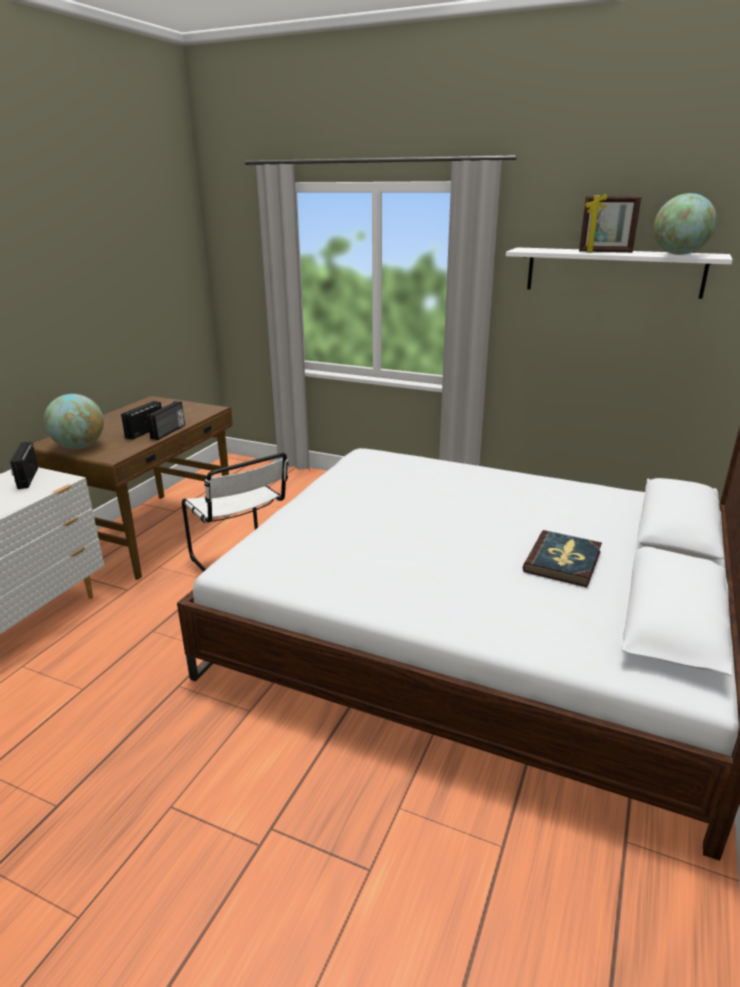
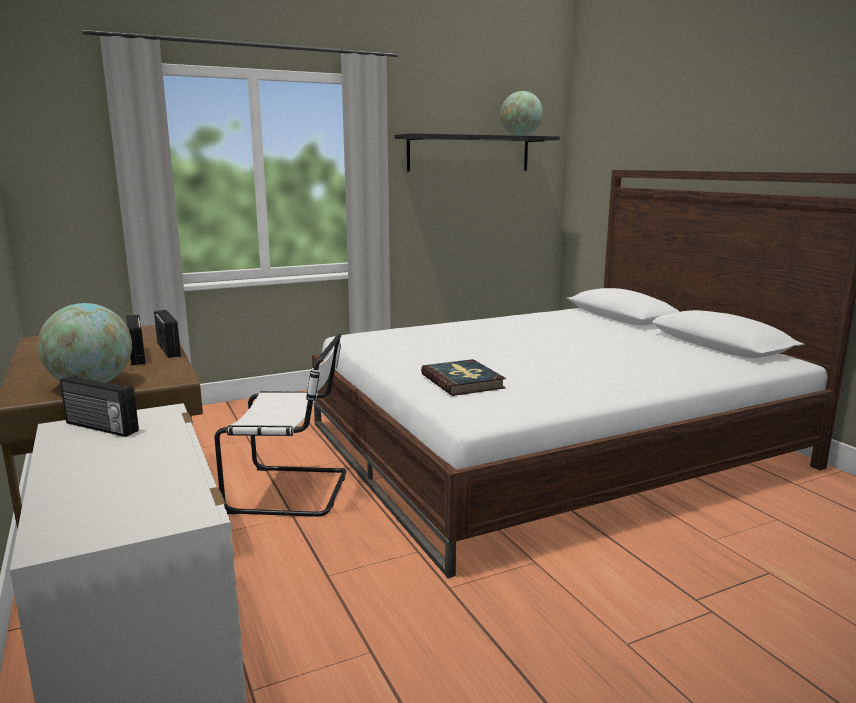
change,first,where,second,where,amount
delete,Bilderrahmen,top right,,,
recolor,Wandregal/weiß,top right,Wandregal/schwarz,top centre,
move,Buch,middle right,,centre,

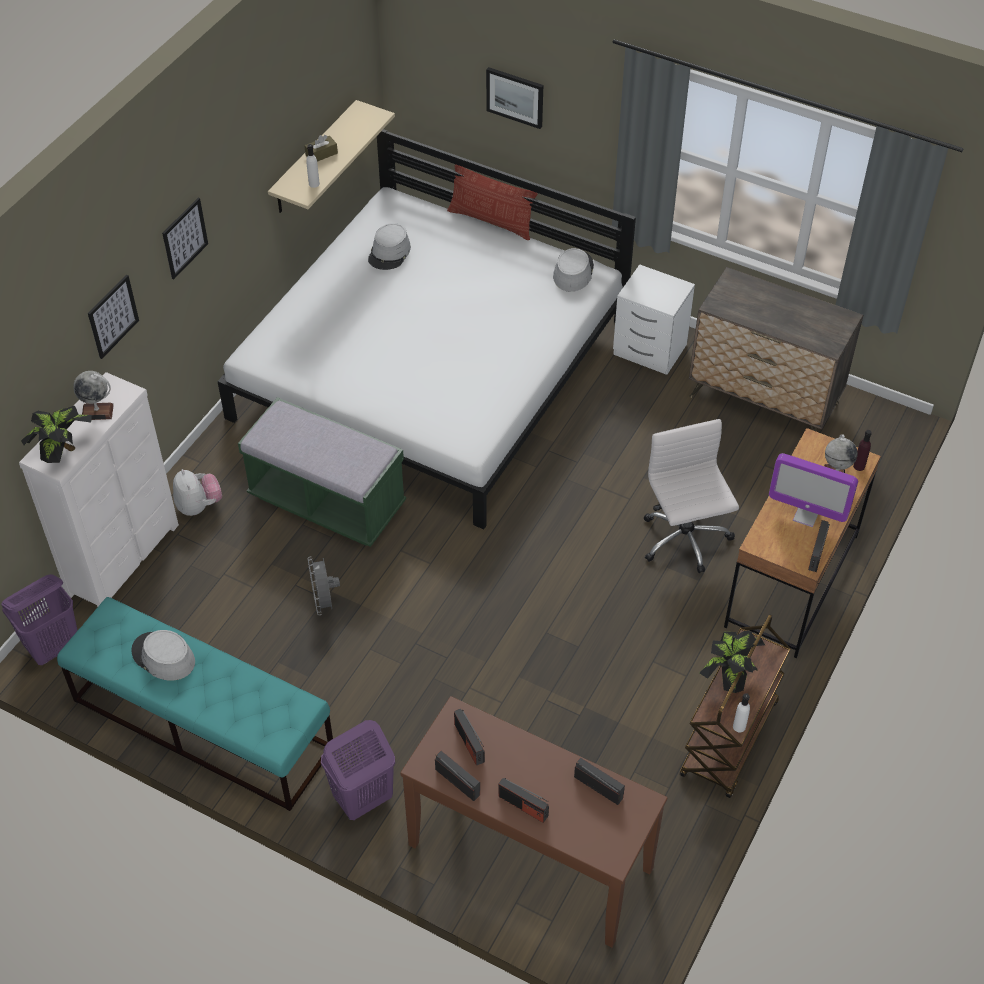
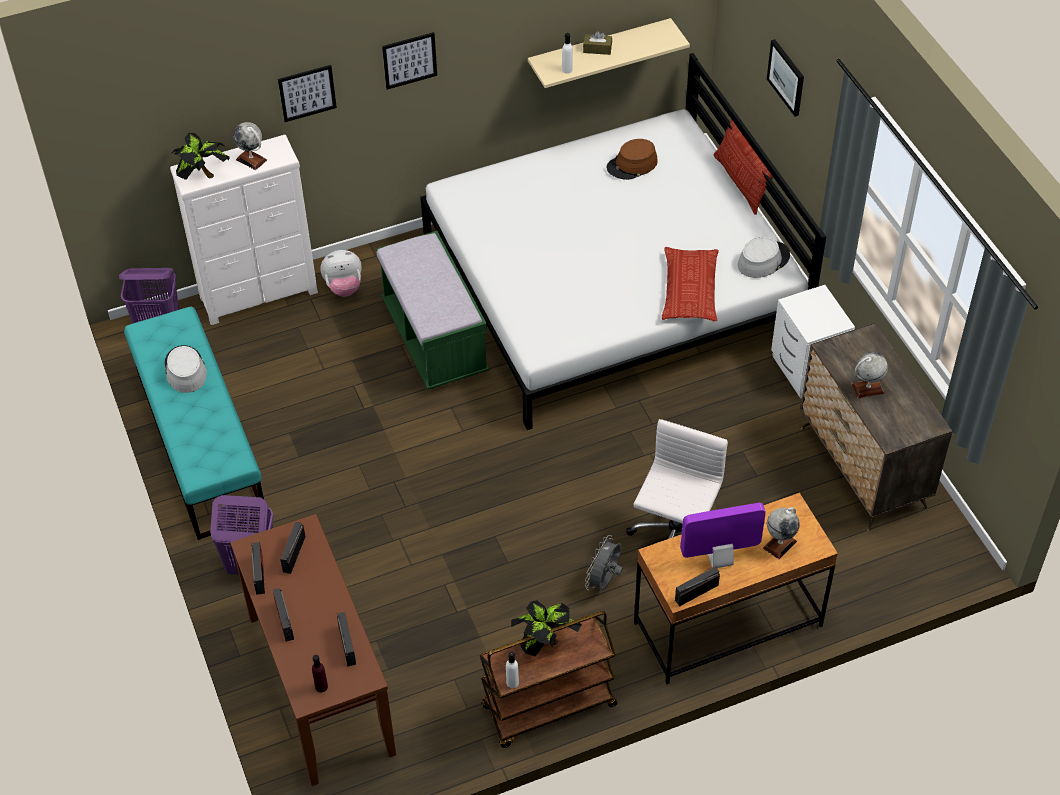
change,first,where,second,where,amount
recolor,Hut/grau (2nd from left),top centre,Hut/braun,top centre,
move,Flasche/lila,middle right,,bottom left,
rotate,Monitor,middle right,,bottom right,105 degrees clockwise
rotate,Plüschtier,middle left,,middle left,60 degrees clockwise
move,Ventilator/grau,middle left,,bottom centre,
insert,,,Kissen (1st from left),centre,
insert,,,Globus (3rd from left),middle right,

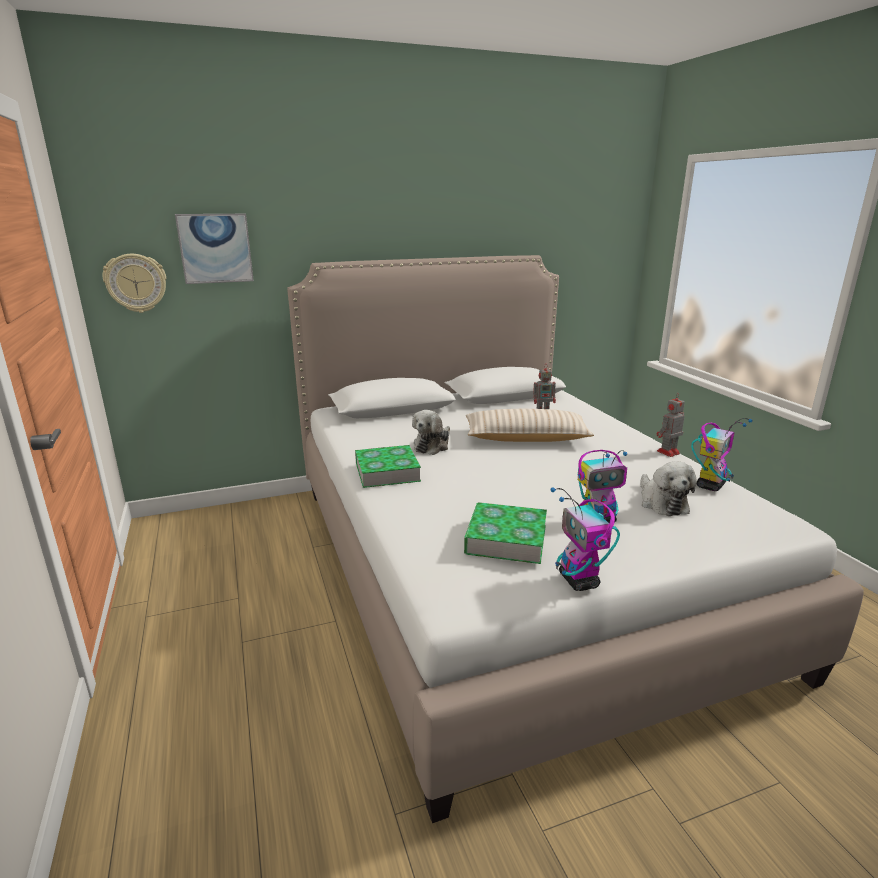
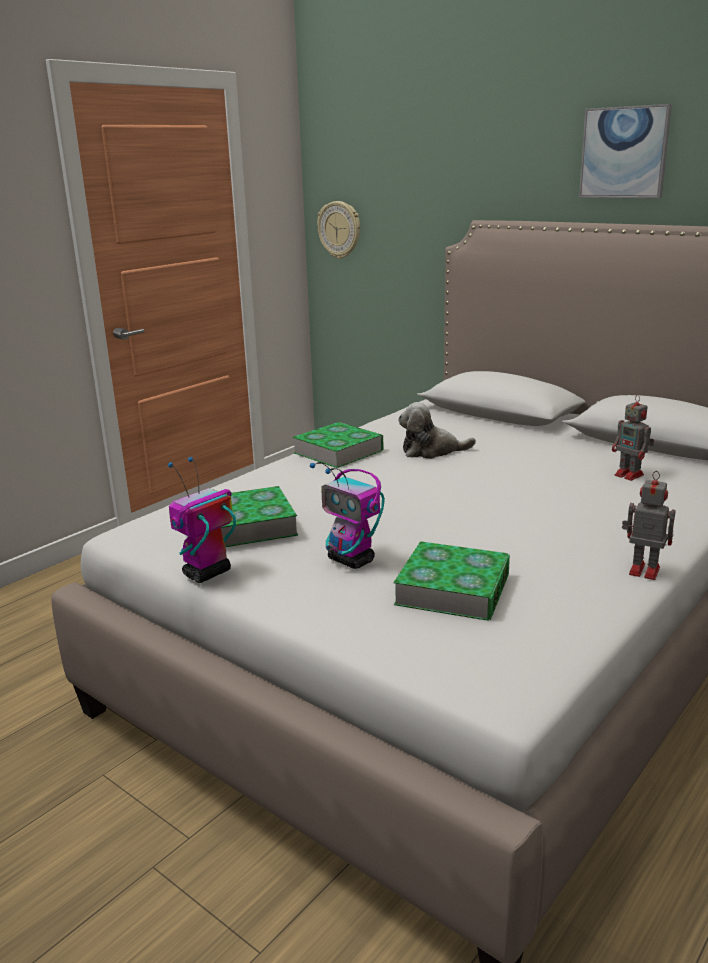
change,first,where,second,where,amount
move,Bild,top left,,top right,
delete,Kissen/beige,centre,,,
delete,Spielzeugroboter (5th from left),middle right,,,
replace,Plüschtier (2nd from left),middle right,Buch (3rd from left),centre,

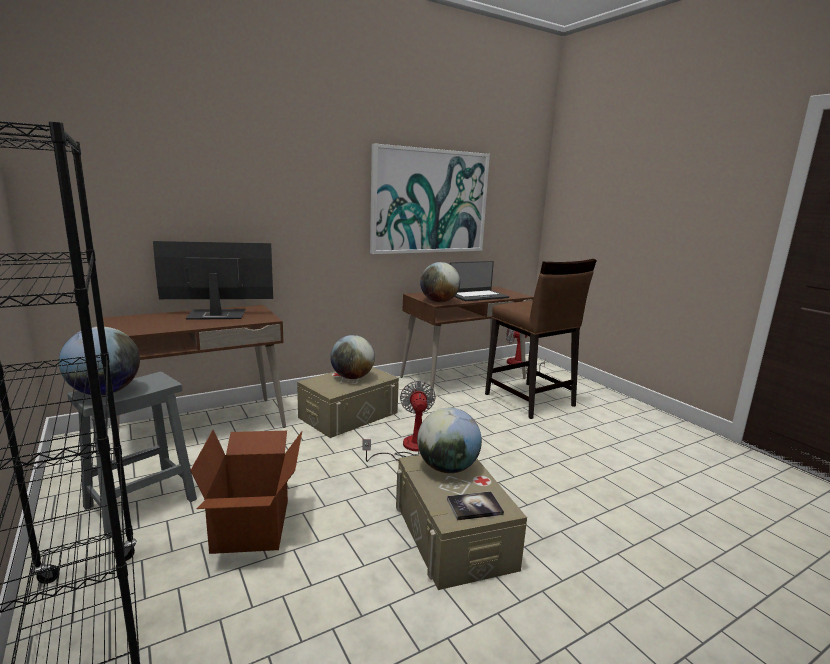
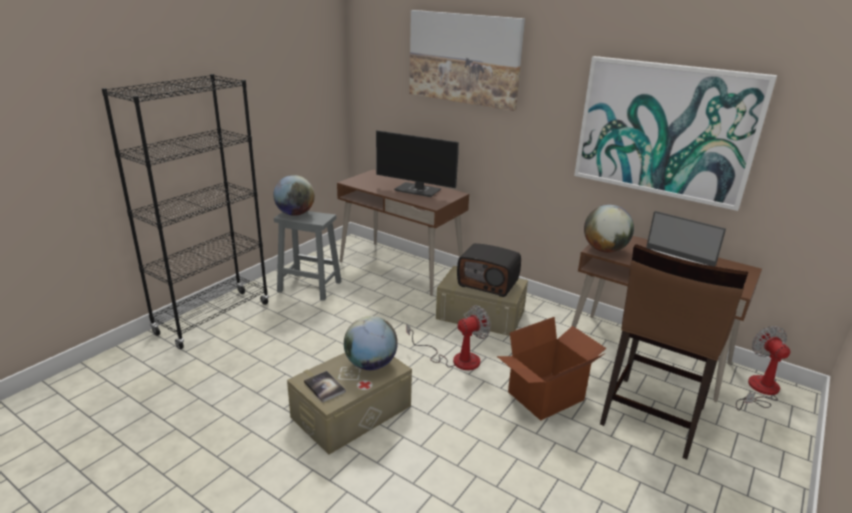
change,first,where,second,where,amount
rotate,Monitor,middle left,,top centre,150 degrees clockwise
replace,Globus (2nd from left),centre,Radio,centre,
move,Karton,bottom left,,bottom centre,
insert,,,Bild (1st from left),top centre,

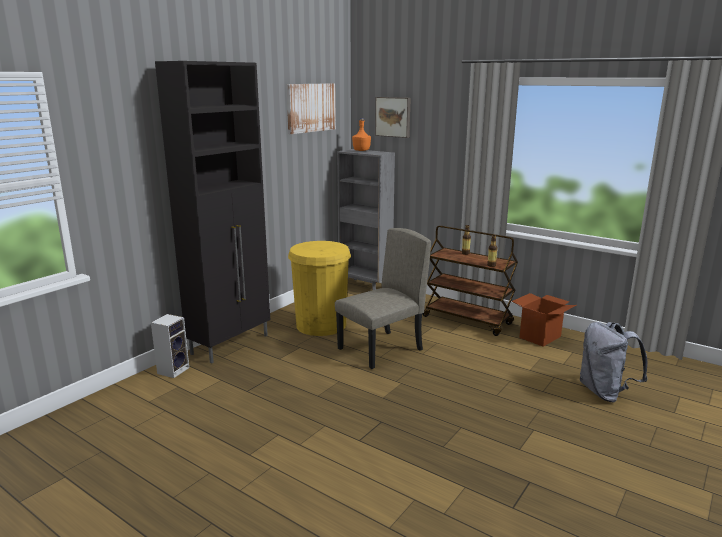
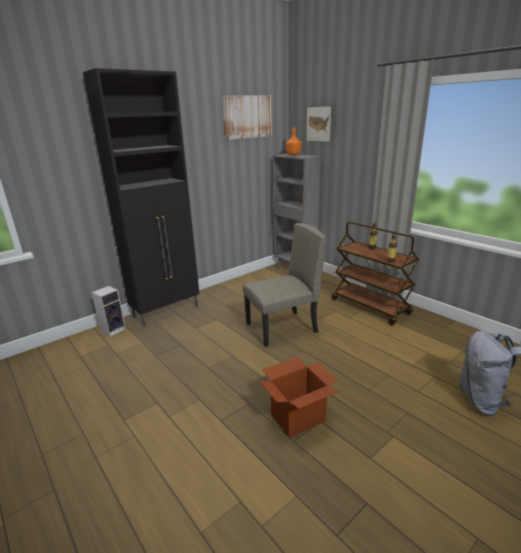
change,first,where,second,where,amount
delete,Mülleimer/gelb,centre,,,
move,Karton,middle right,,bottom centre,

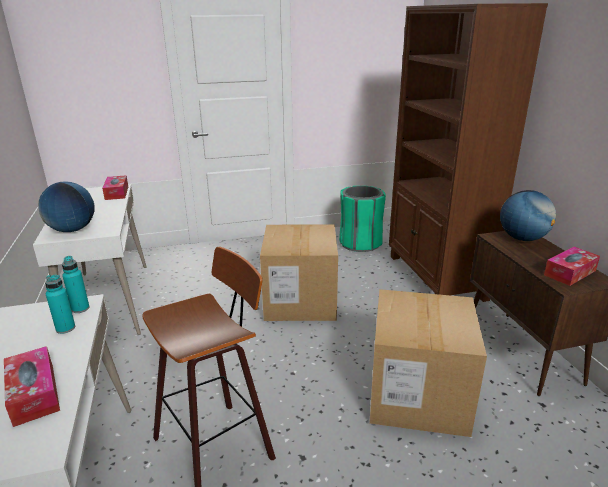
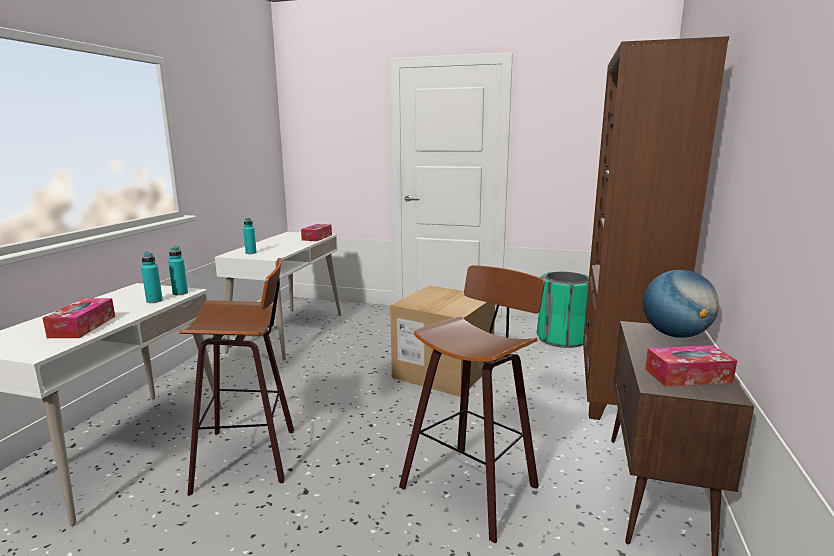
change,first,where,second,where,amount
replace,Globus (1st from left),middle left,Flasche/türkis (3rd from left),middle left,
replace,Karton (2nd from left),bottom right,Hocker (2nd from left),bottom centre,

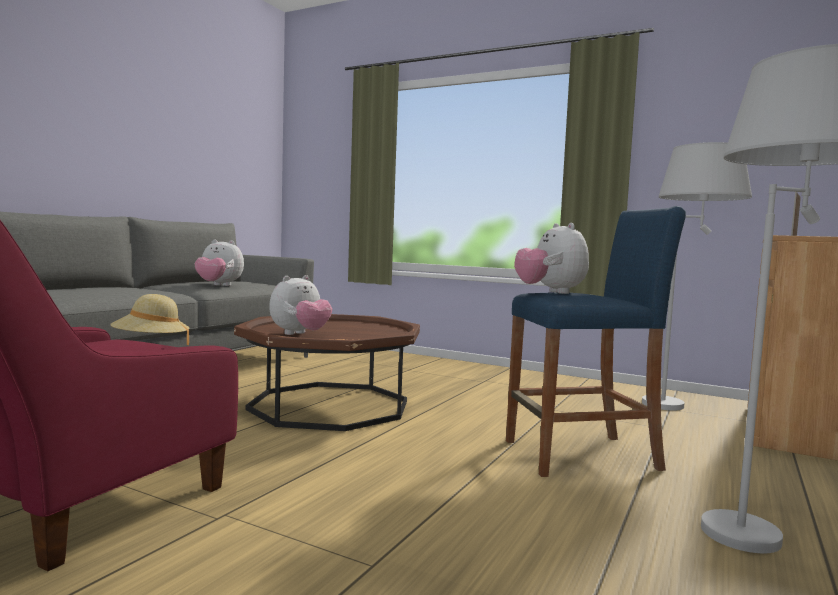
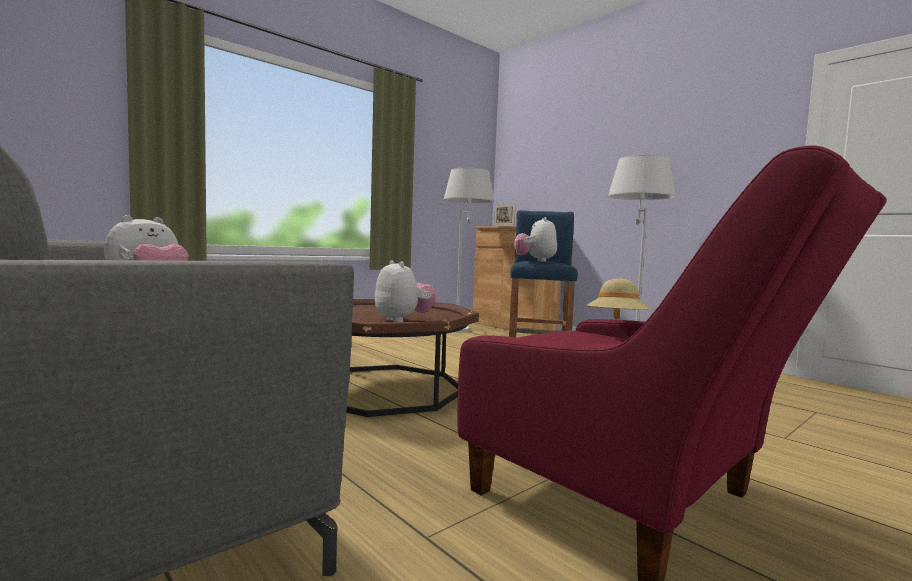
change,first,where,second,where,amount
rotate,Plüschtier (3rd from left),centre,,centre,90 degrees clockwise

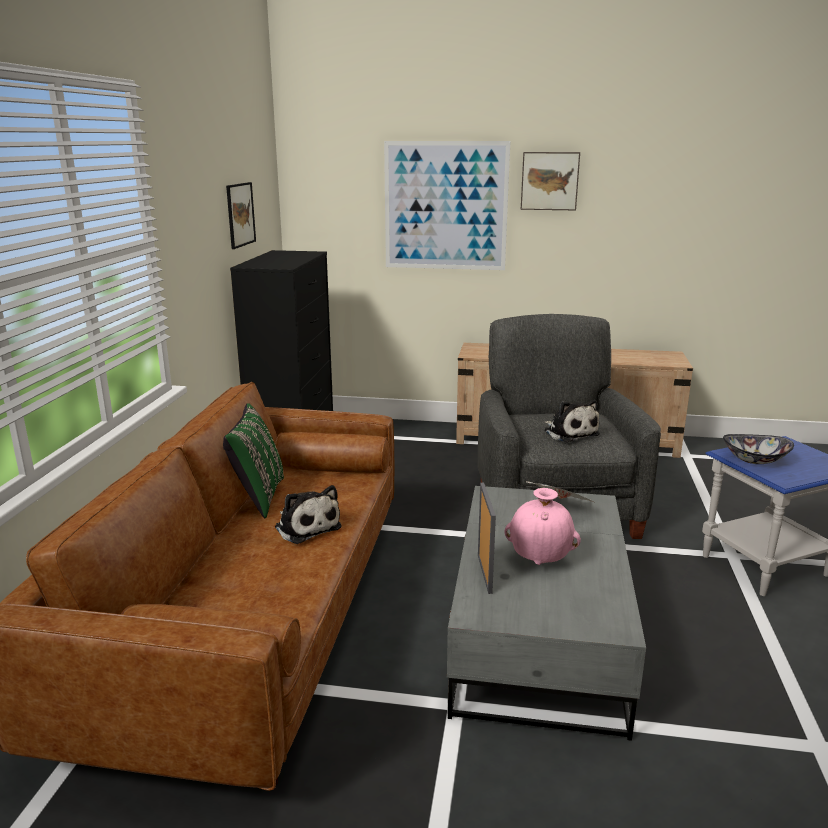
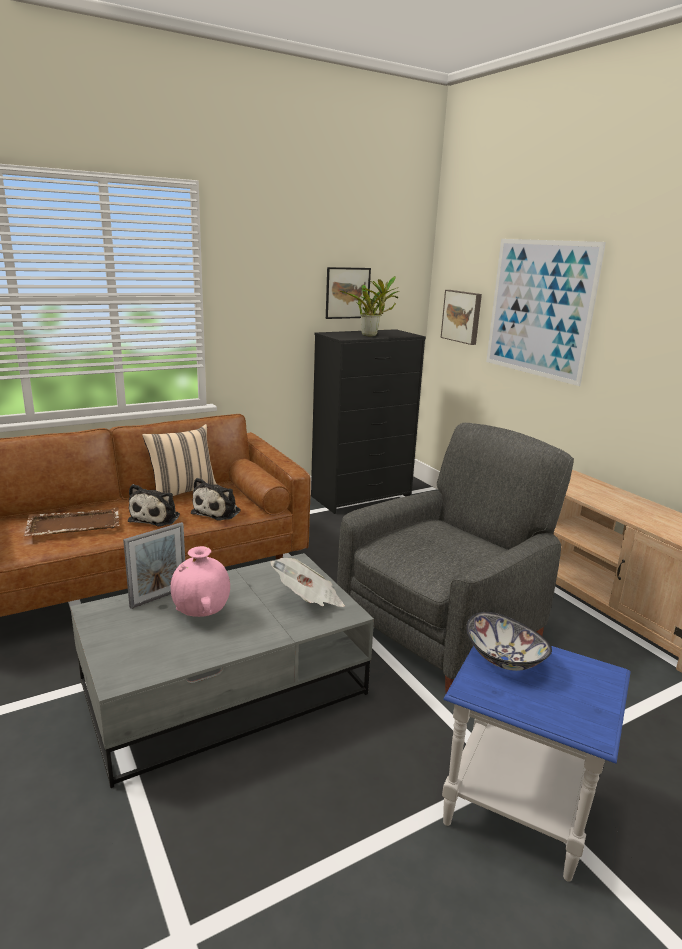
change,first,where,second,where,amount
move,Bild (3rd from left in the first image),top centre,Bild (2nd from left),middle right,
move,Plüschtier (2nd from left),middle right,,middle left,
recolor,Kissen/grün,middle left,Kissen/beige,middle left,
insert,,,Topfpflanze,top centre,
insert,,,Tablett/braun,middle left,

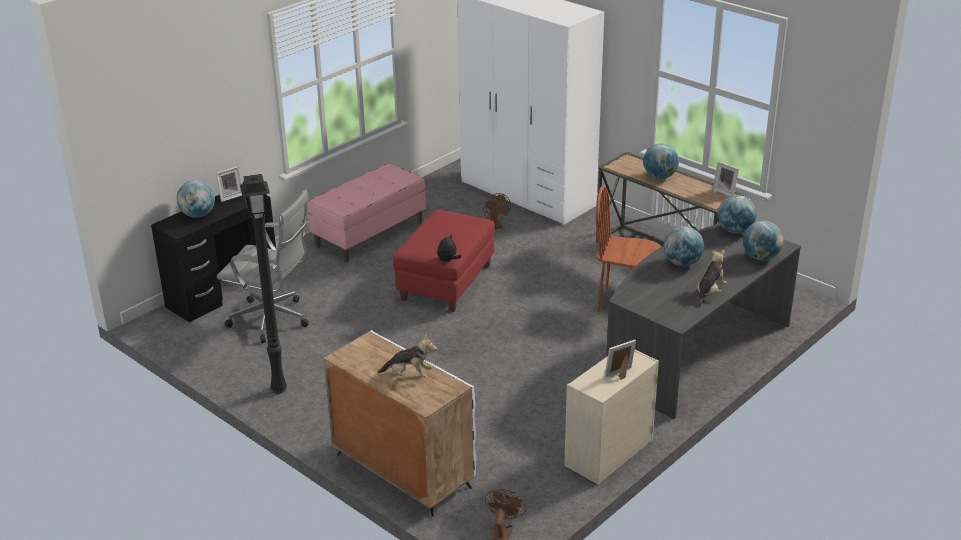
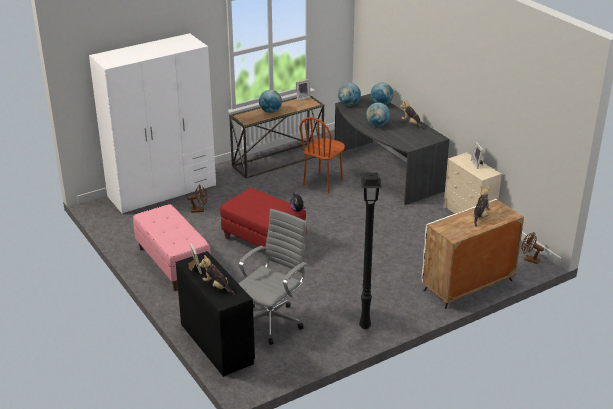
change,first,where,second,where,amount
replace,Globus (1st from left),middle left,Plüschtier (1st from left),bottom centre,

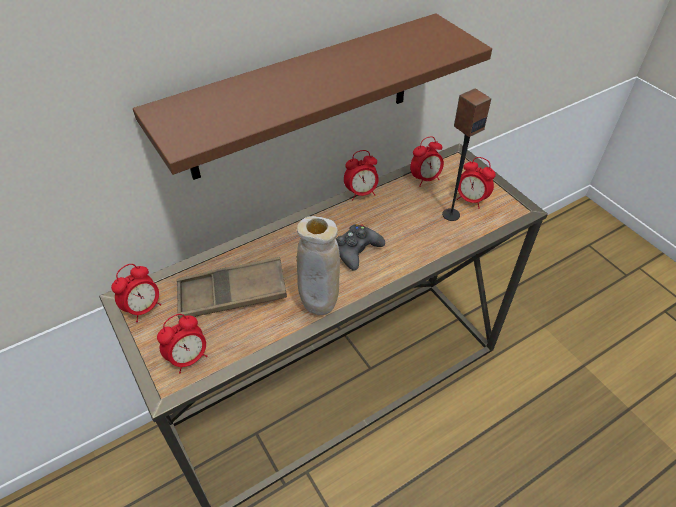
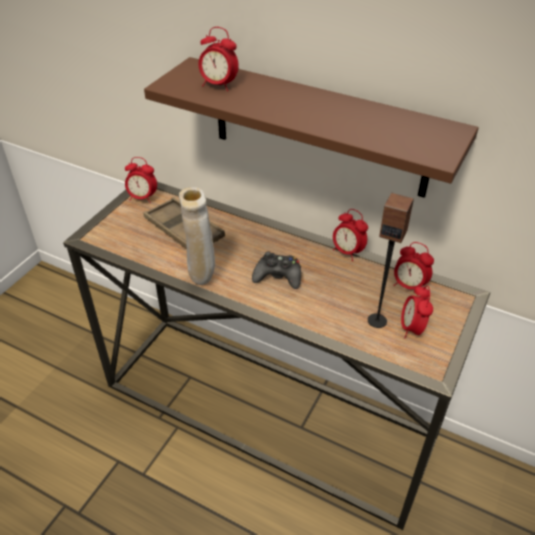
change,first,where,second,where,amount
move,Wecker (2nd from left),bottom left,,top centre,

